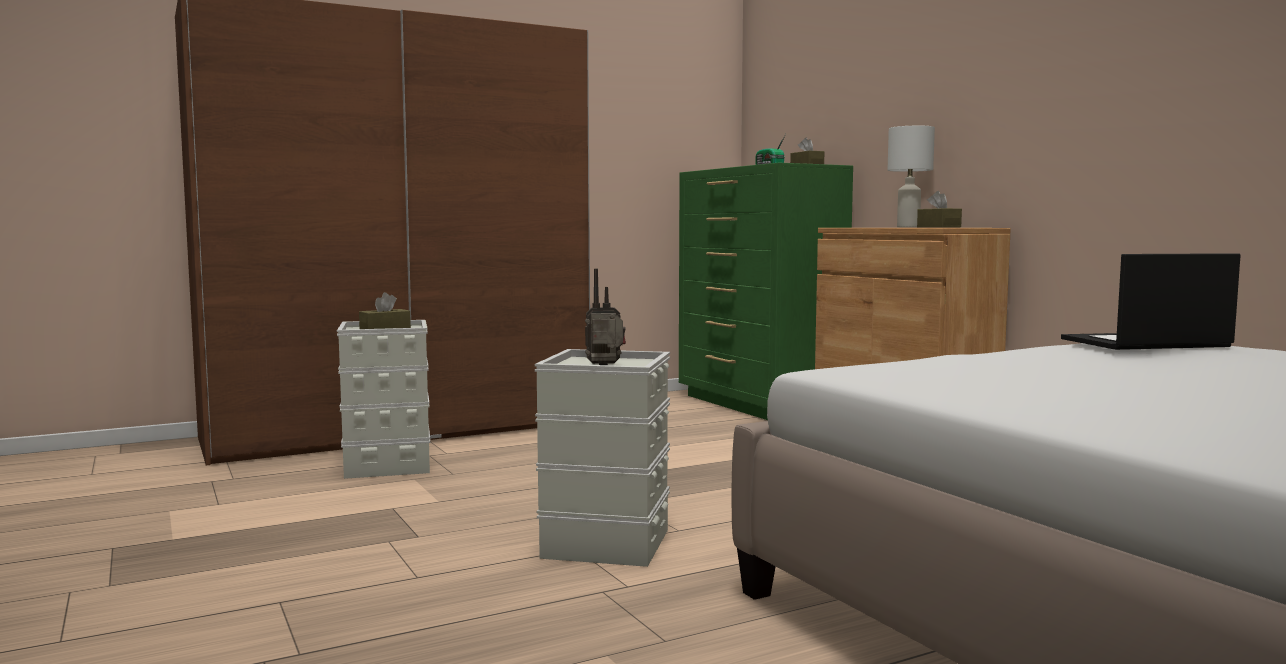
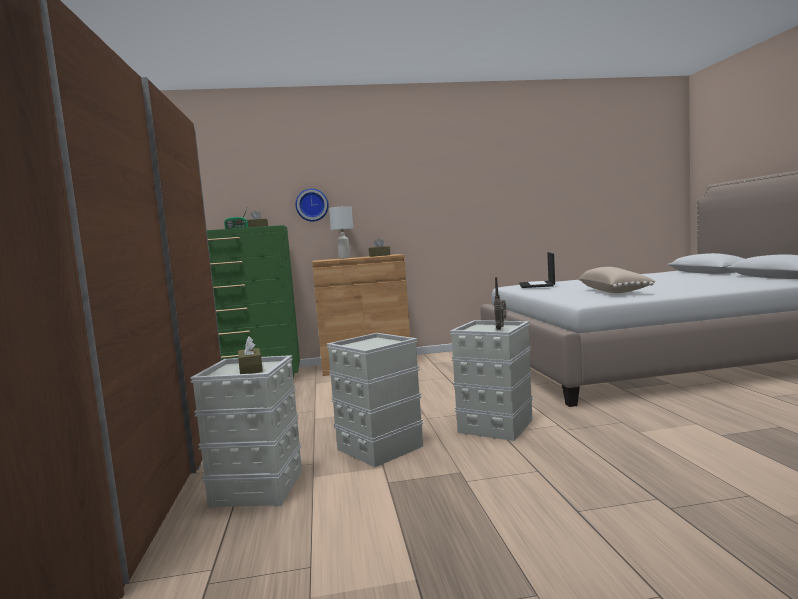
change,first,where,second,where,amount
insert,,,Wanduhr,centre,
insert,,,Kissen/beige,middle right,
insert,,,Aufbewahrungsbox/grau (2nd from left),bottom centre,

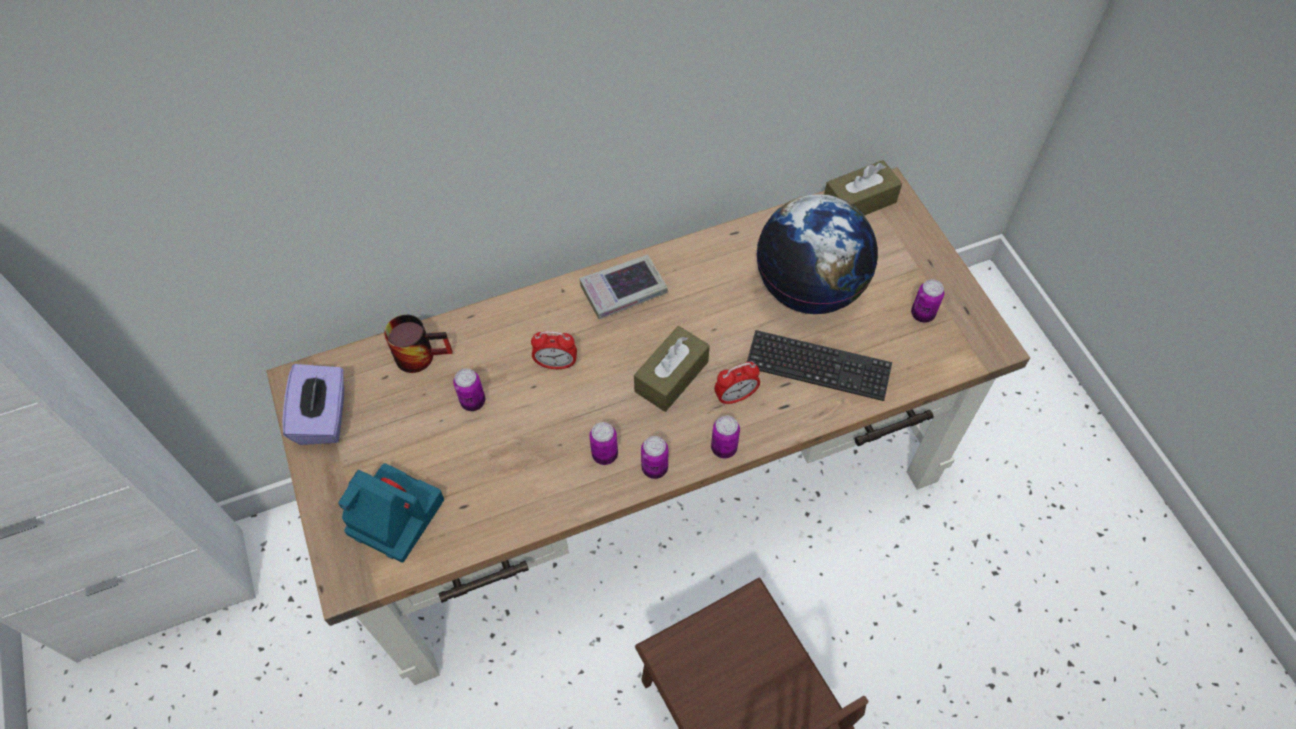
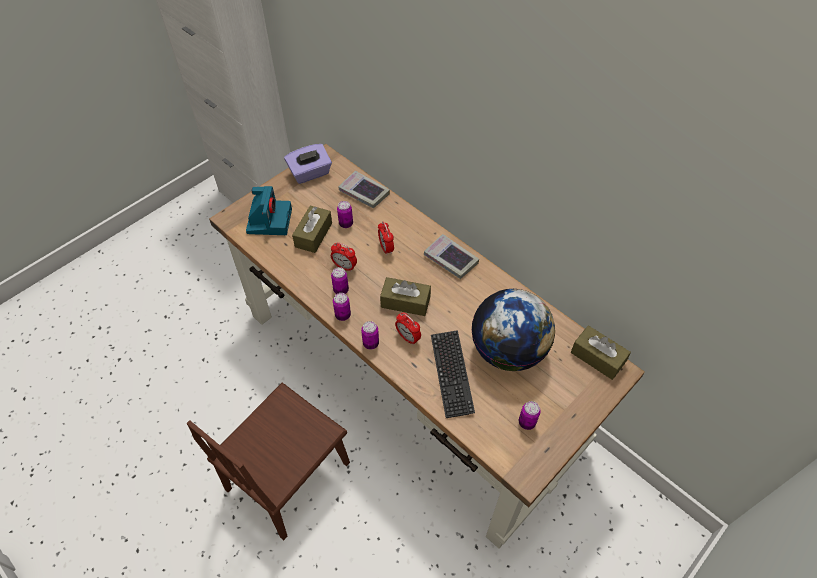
change,first,where,second,where,amount
replace,Henkelbecher,middle left,Buch (1st from left),top centre,
insert,,,Taschentuchbox/braun (1st from left),centre,
insert,,,Wecker (1st from left),centre,

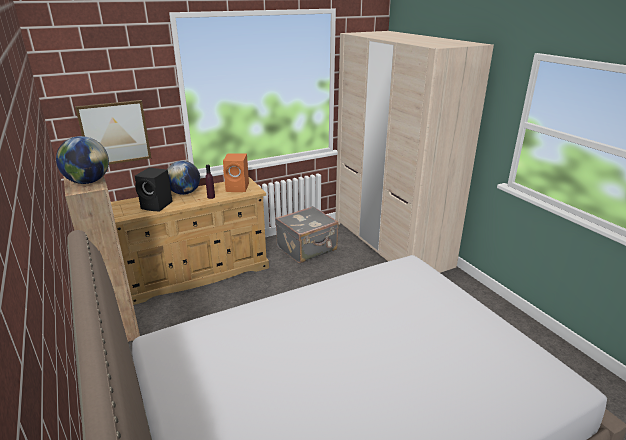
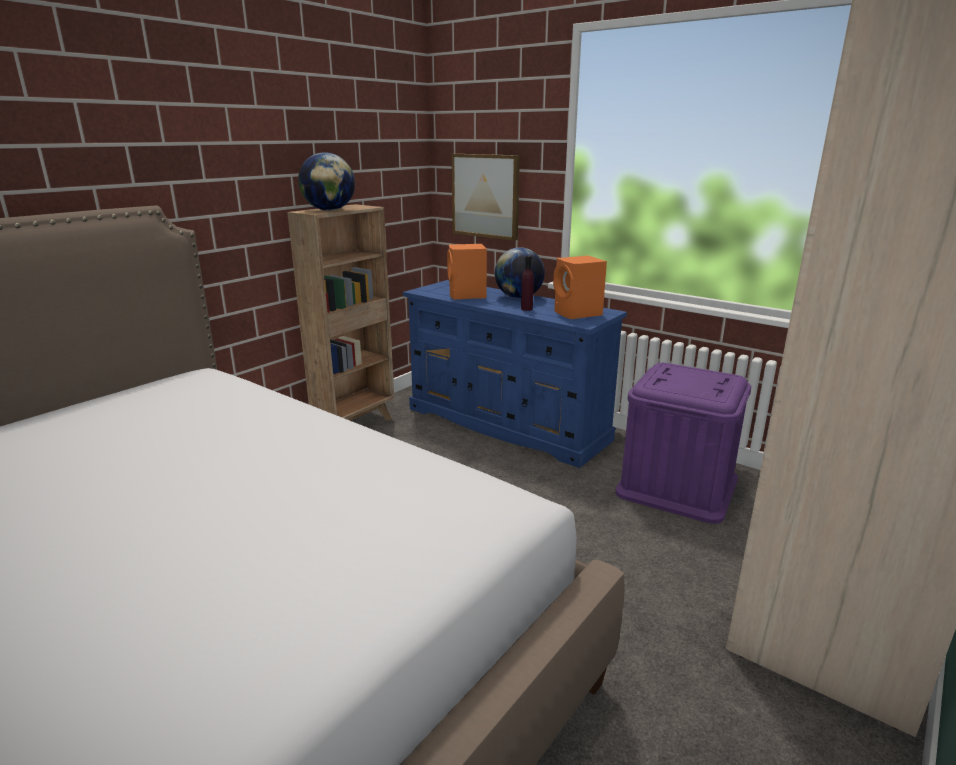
change,first,where,second,where,amount
recolor,Lautsprecher/schwarz,middle left,Lautsprecher/orange (1st from left),centre,
recolor,Kommode/beige,middle left,Kommode/blau,centre,
replace,Koffer/grau,centre,Aufbewahrungsbox/lila,middle right,

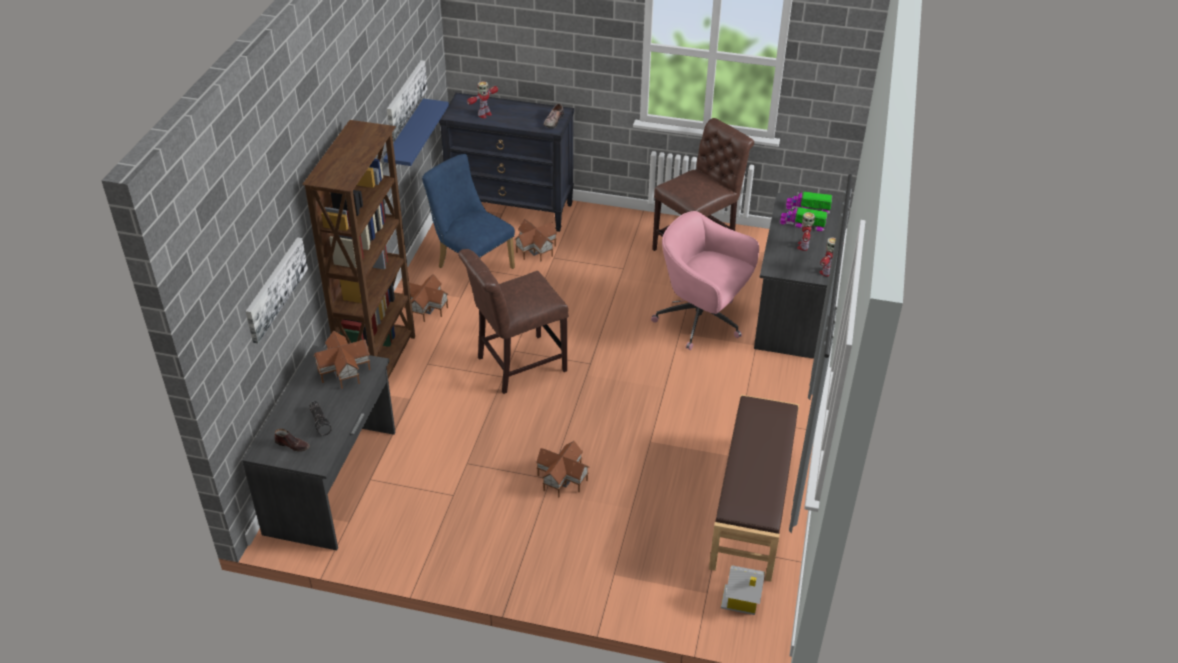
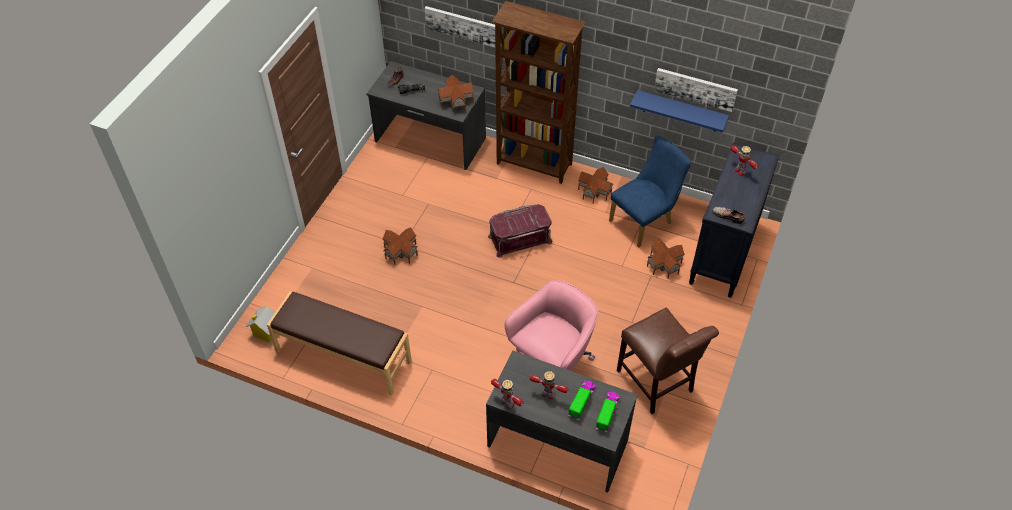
change,first,where,second,where,amount
replace,Stuhl/braun (1st from left),centre,Aufbewahrungsbox/rot,centre,

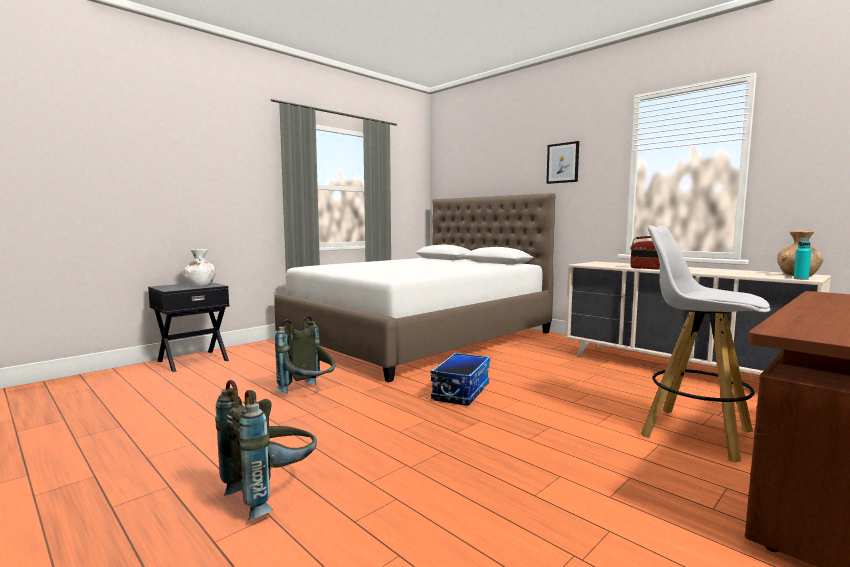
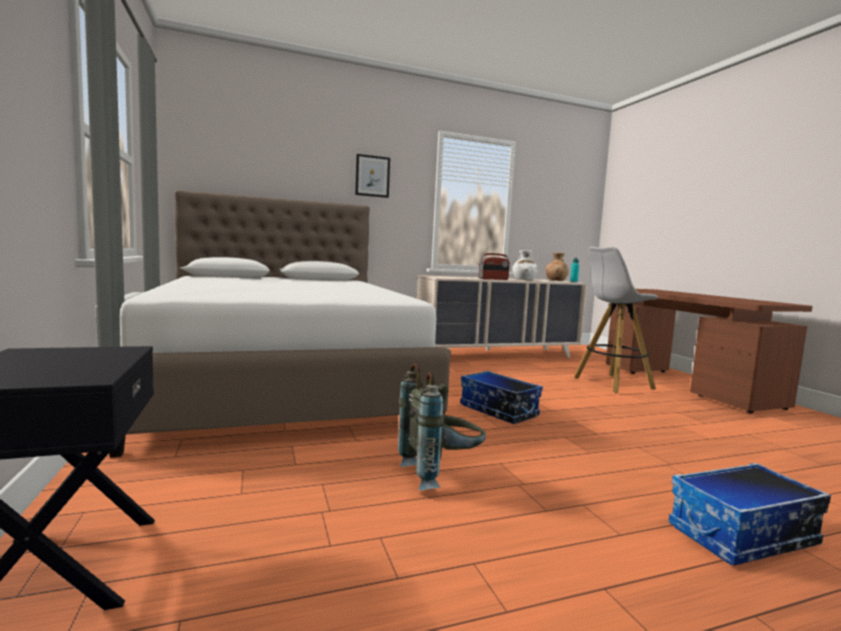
change,first,where,second,where,amount
move,Vase/weiß,middle left,,centre,
replace,Rucksack/grau (1st from left),bottom left,Aufbewahrungsbox (2nd from left),bottom right,

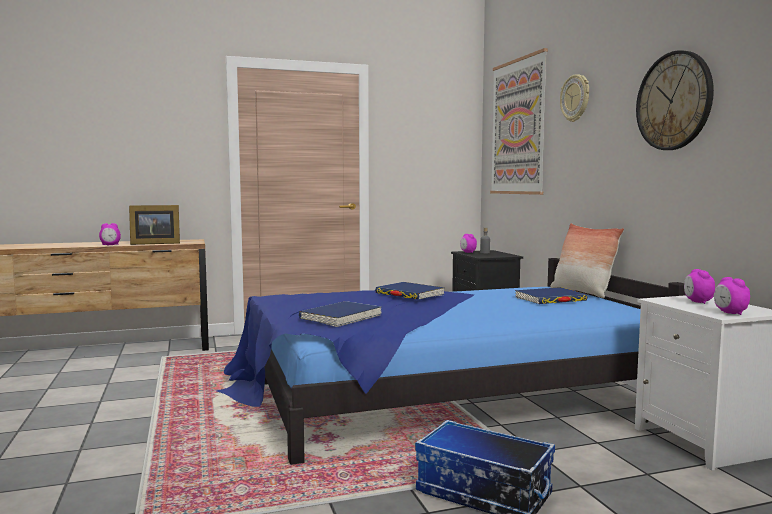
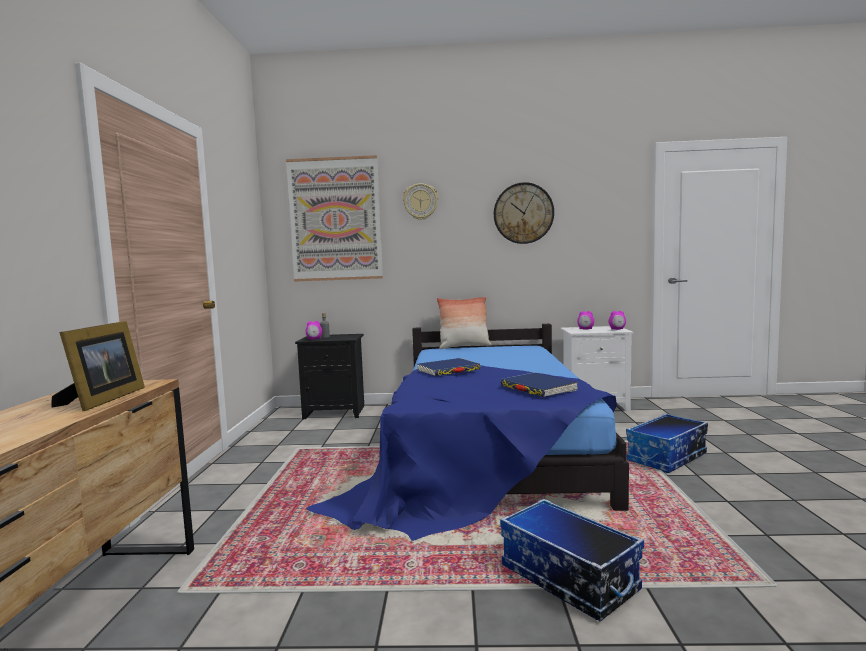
change,first,where,second,where,amount
delete,Wecker (1st from left),middle left,,,
delete,Buch/blau (3rd from left),middle right,,,
insert,,,Aufbewahrungsbox (1st from left),bottom centre,

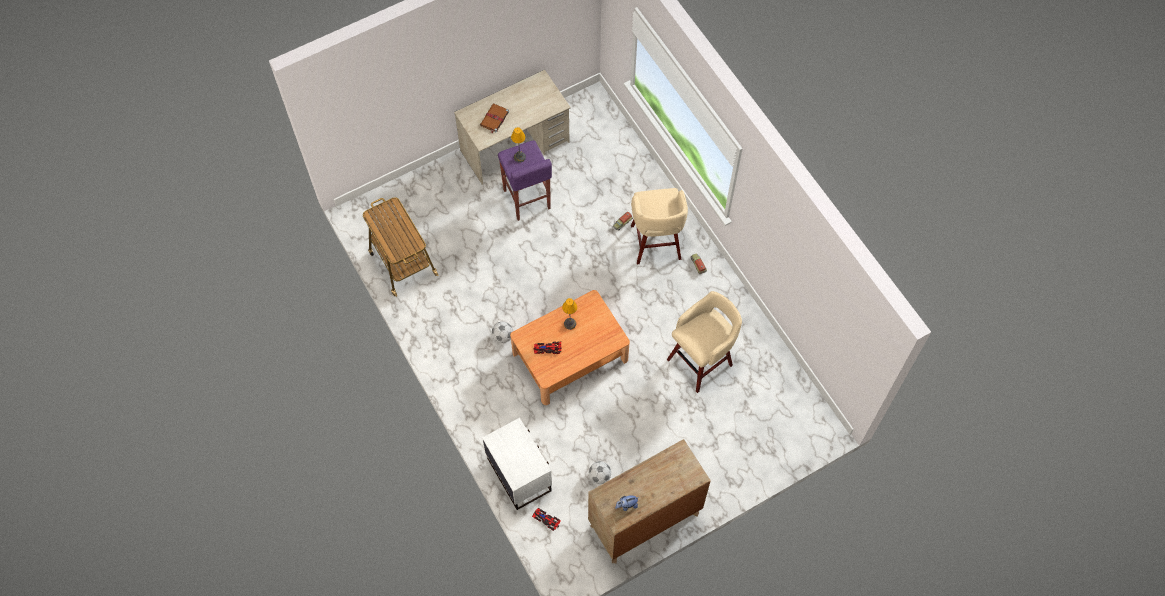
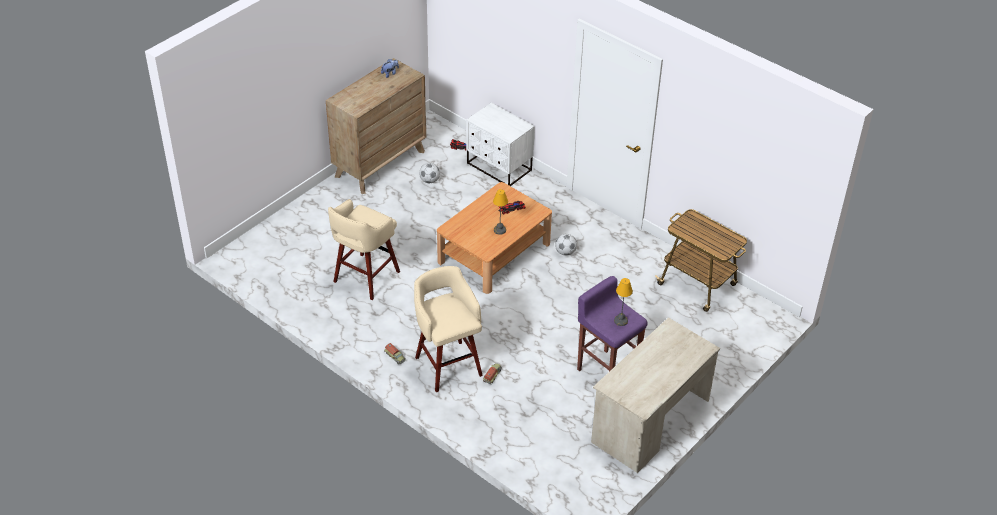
change,first,where,second,where,amount
delete,Buch/braun,top centre,,,

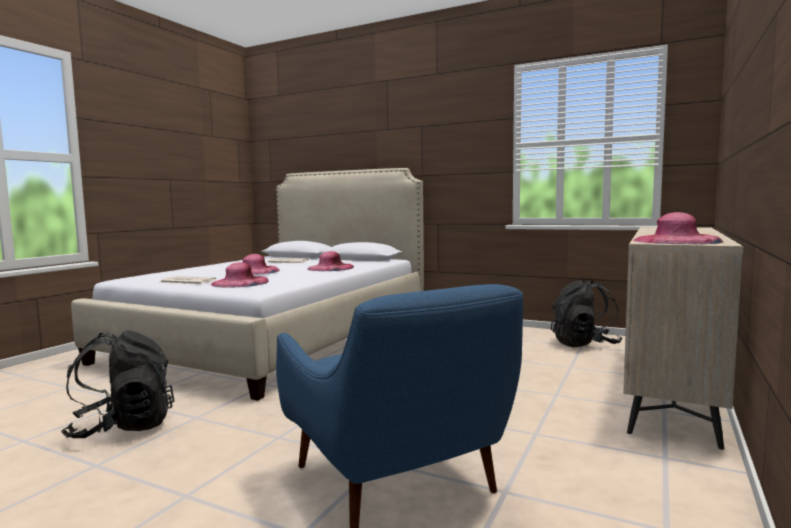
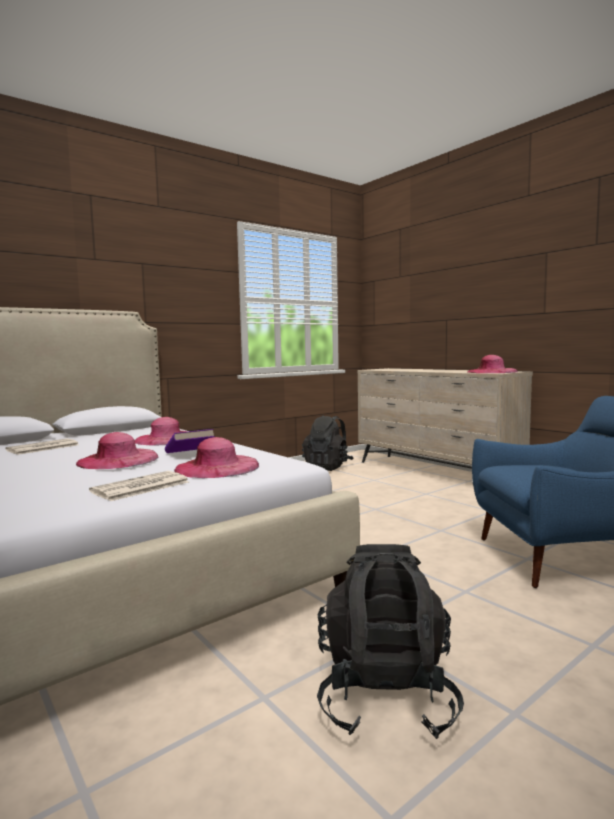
change,first,where,second,where,amount
insert,,,Buch/lila,middle left,

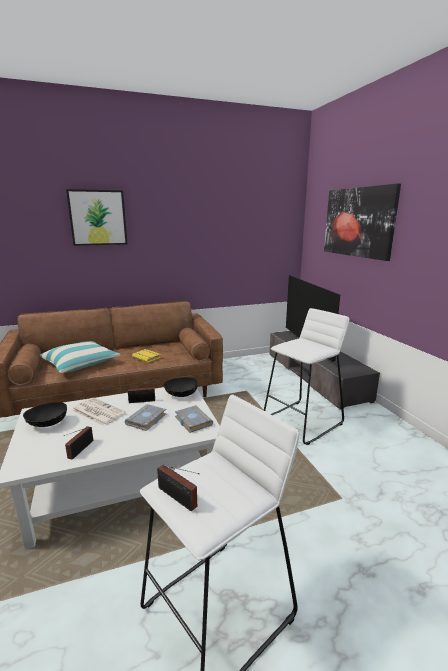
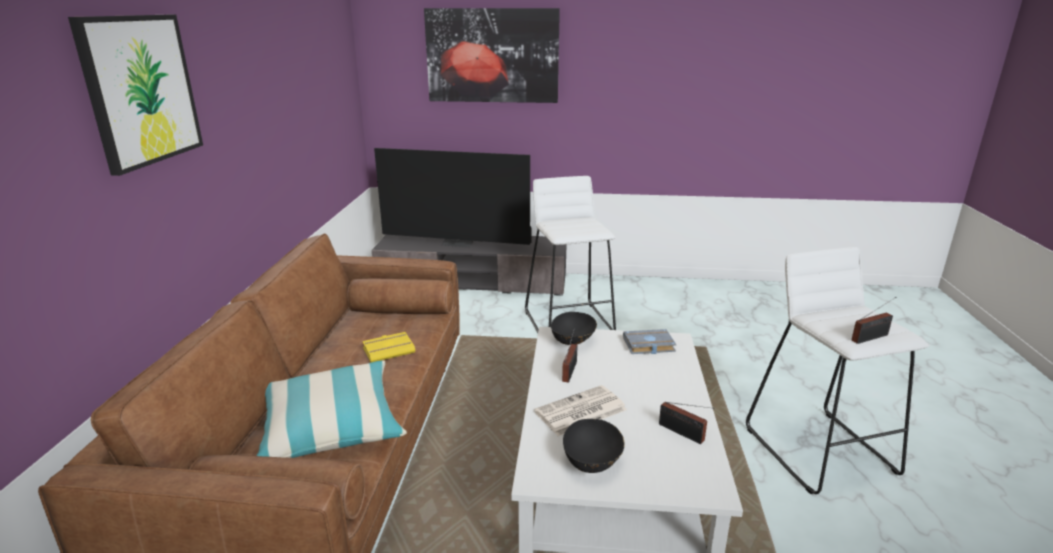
change,first,where,second,where,amount
delete,Buch/grau (1st from left),middle left,,,

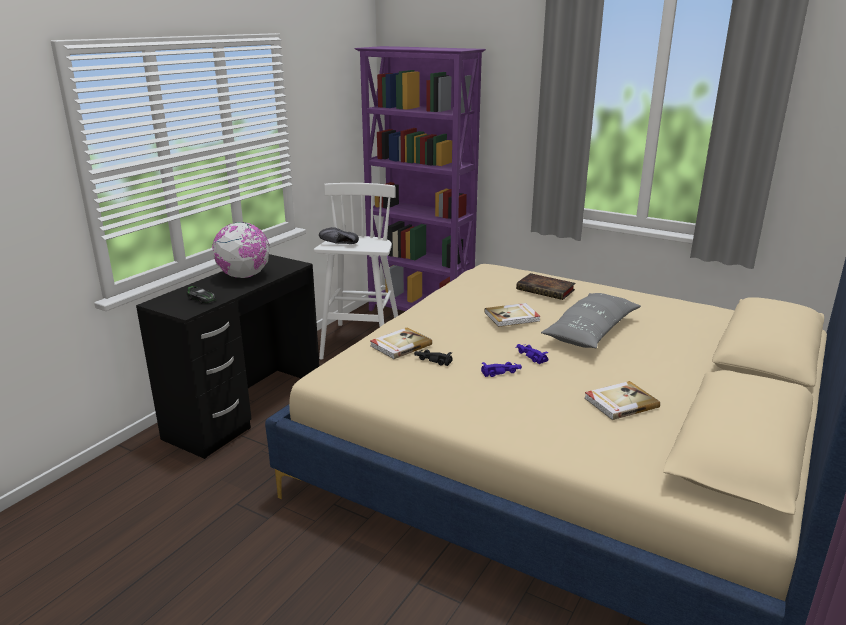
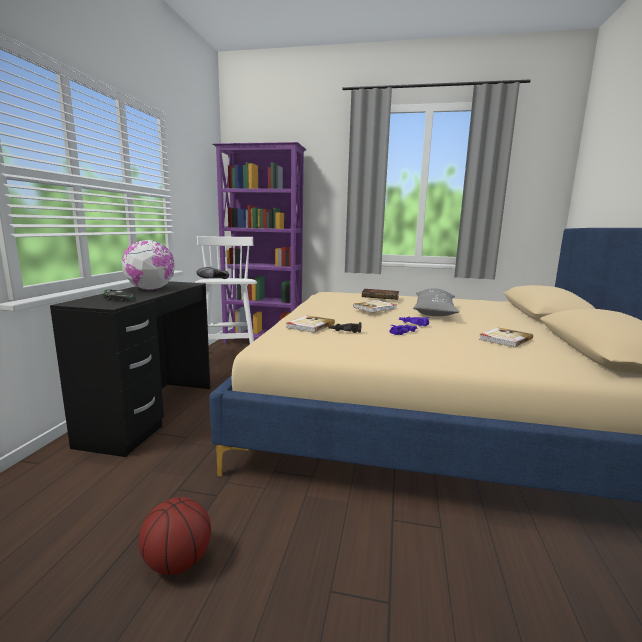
change,first,where,second,where,amount
insert,,,Basketball,bottom left,

